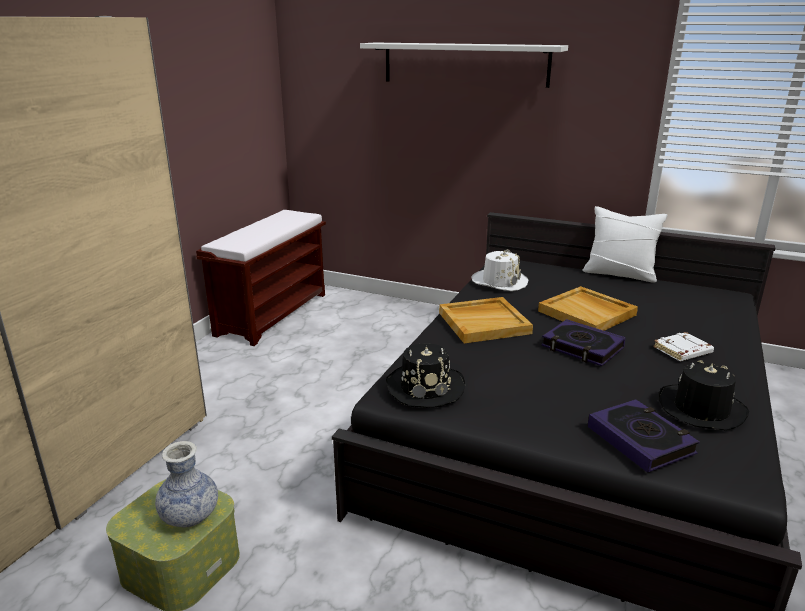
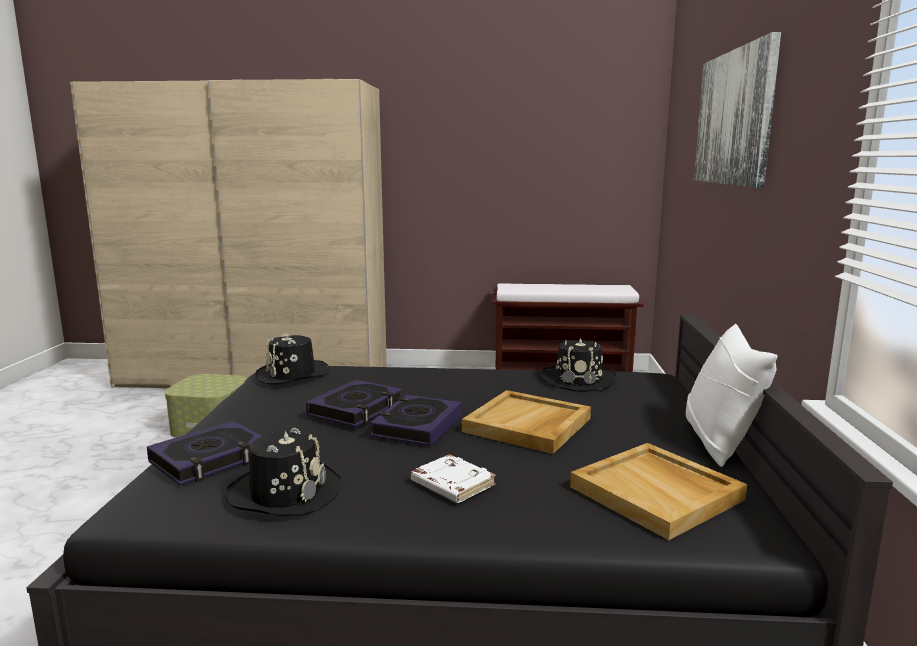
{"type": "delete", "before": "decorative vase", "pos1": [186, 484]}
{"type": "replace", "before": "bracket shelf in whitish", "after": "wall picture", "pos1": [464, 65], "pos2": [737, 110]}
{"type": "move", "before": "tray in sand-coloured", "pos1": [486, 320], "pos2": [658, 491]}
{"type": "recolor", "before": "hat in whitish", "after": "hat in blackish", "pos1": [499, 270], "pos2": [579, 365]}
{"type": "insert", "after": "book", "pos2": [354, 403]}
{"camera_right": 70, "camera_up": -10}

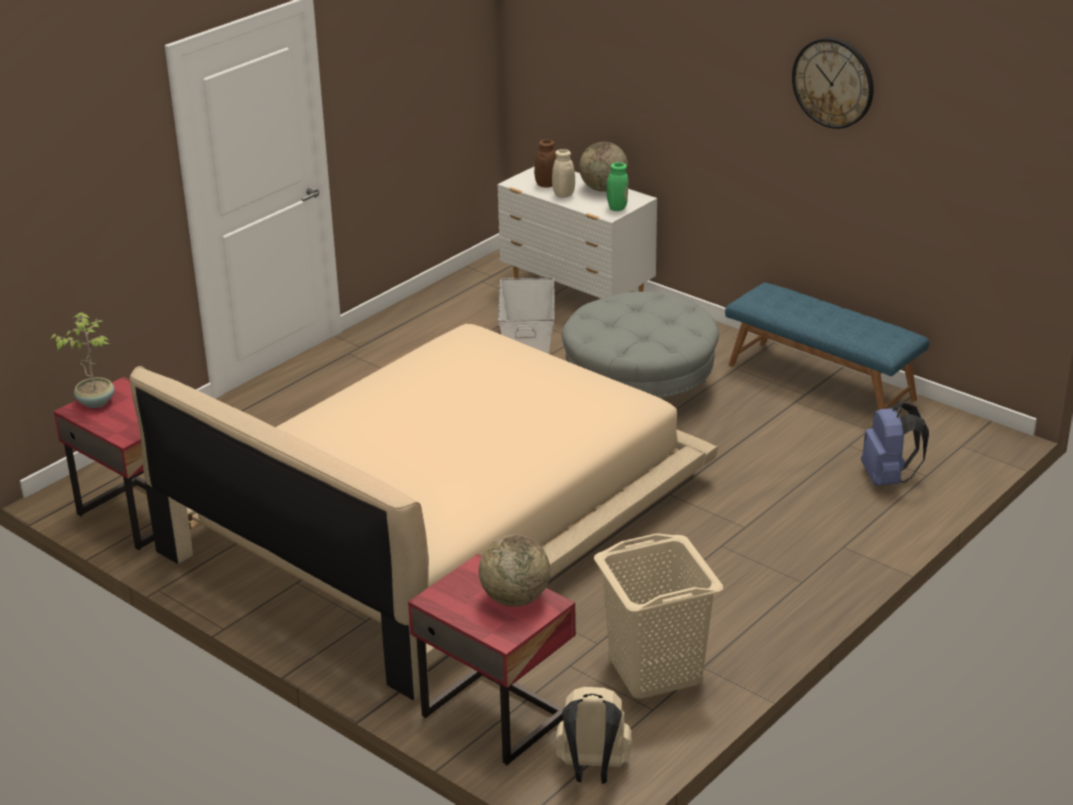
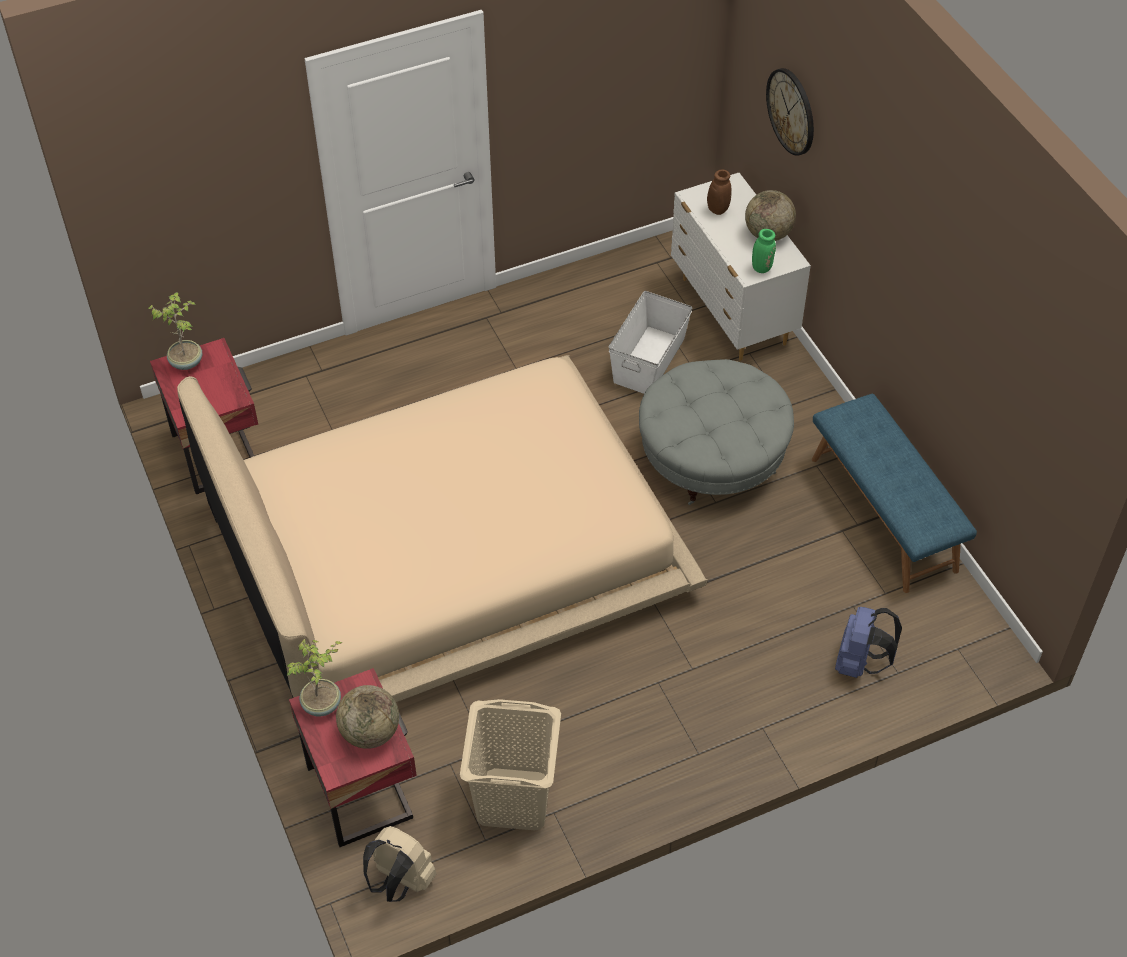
{"type": "delete", "before": "decorative vase in sand-coloured", "pos1": [563, 173]}
{"type": "move", "before": "hanging clock", "pos1": [833, 83], "pos2": [790, 112]}
{"type": "insert", "after": "houseplant", "pos2": [314, 678]}
{"camera_right": 25, "camera_up": 20}

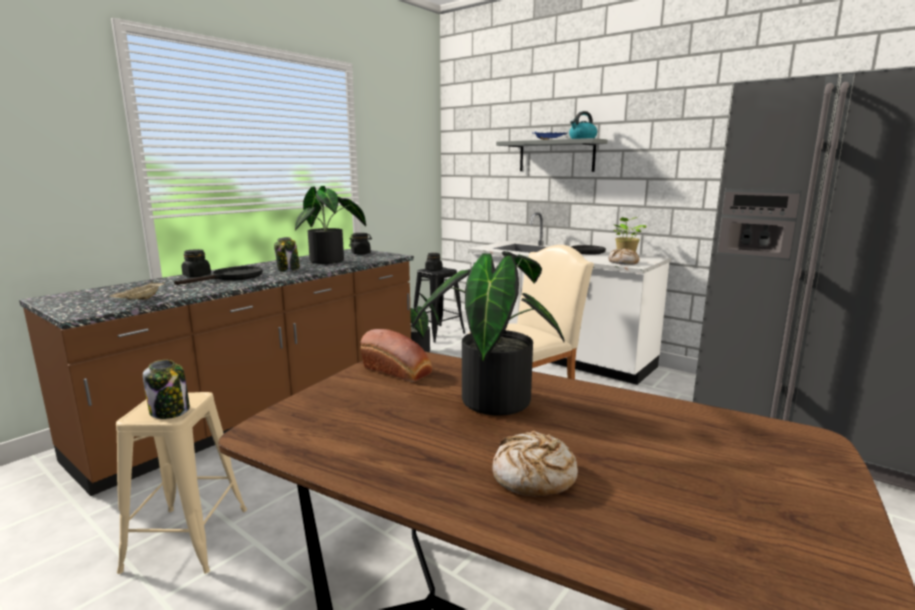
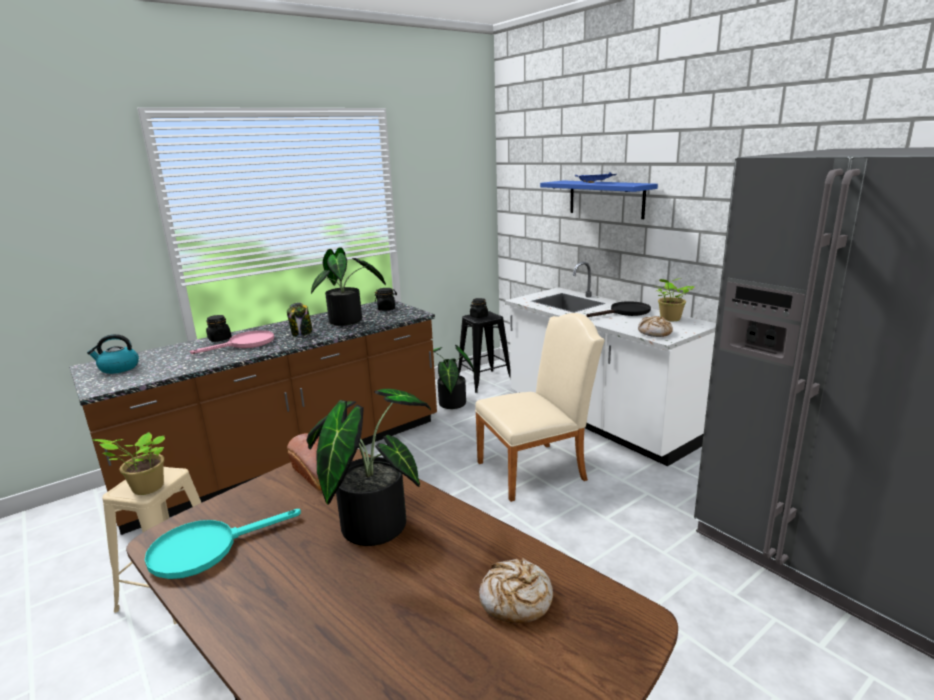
{"type": "delete", "before": "tray in sand-coloured", "pos1": [137, 290]}
{"type": "replace", "before": "preserve jar", "after": "houseplant", "pos1": [166, 389], "pos2": [128, 463]}
{"type": "recolor", "before": "frying pan in blackish", "after": "frying pan in pinkish", "pos1": [218, 275], "pos2": [232, 342]}
{"type": "move", "before": "bread", "pos1": [535, 464], "pos2": [516, 590]}
{"type": "recolor", "before": "bracket shelf in grey", "after": "bracket shelf in blue-coloured", "pos1": [551, 155], "pos2": [599, 200]}
{"type": "move", "before": "tea kettle", "pos1": [583, 125], "pos2": [113, 354]}
{"type": "insert", "after": "frying pan in blue-green", "pos2": [223, 544]}
{"camera_right": 15, "camera_up": 5}

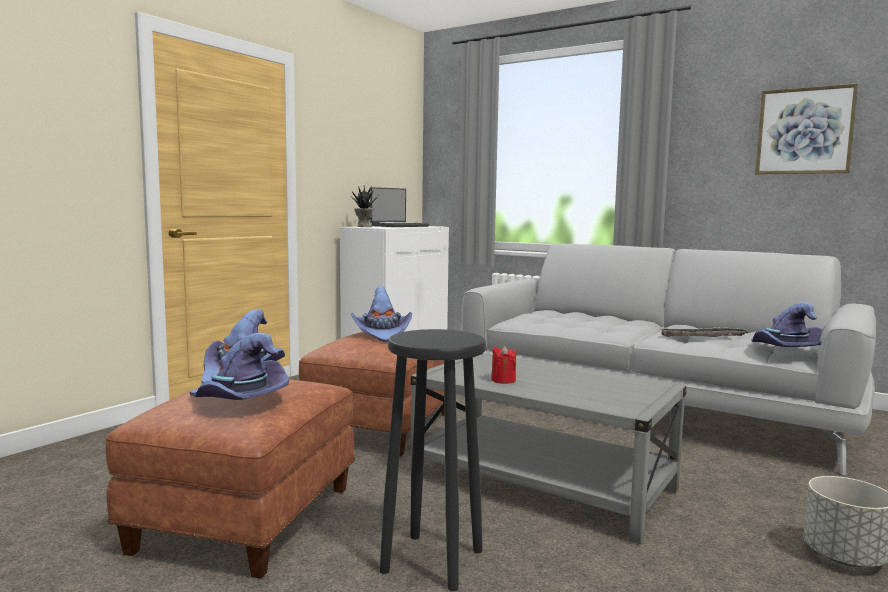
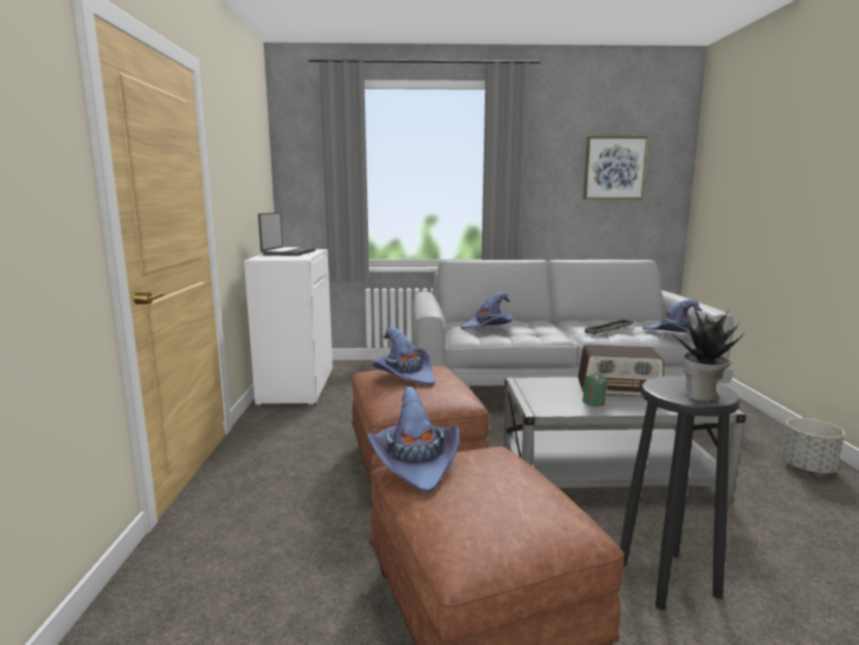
{"type": "move", "before": "hat in purplish", "pos1": [239, 366], "pos2": [487, 310]}
{"type": "move", "before": "houseplant", "pos1": [364, 206], "pos2": [707, 354]}
{"type": "recolor", "before": "wax light in reddish", "after": "wax light in green-coloured", "pos1": [503, 364], "pos2": [595, 389]}
{"type": "insert", "after": "radio receiver", "pos2": [621, 371]}
{"camera_right": -35, "camera_up": 5}

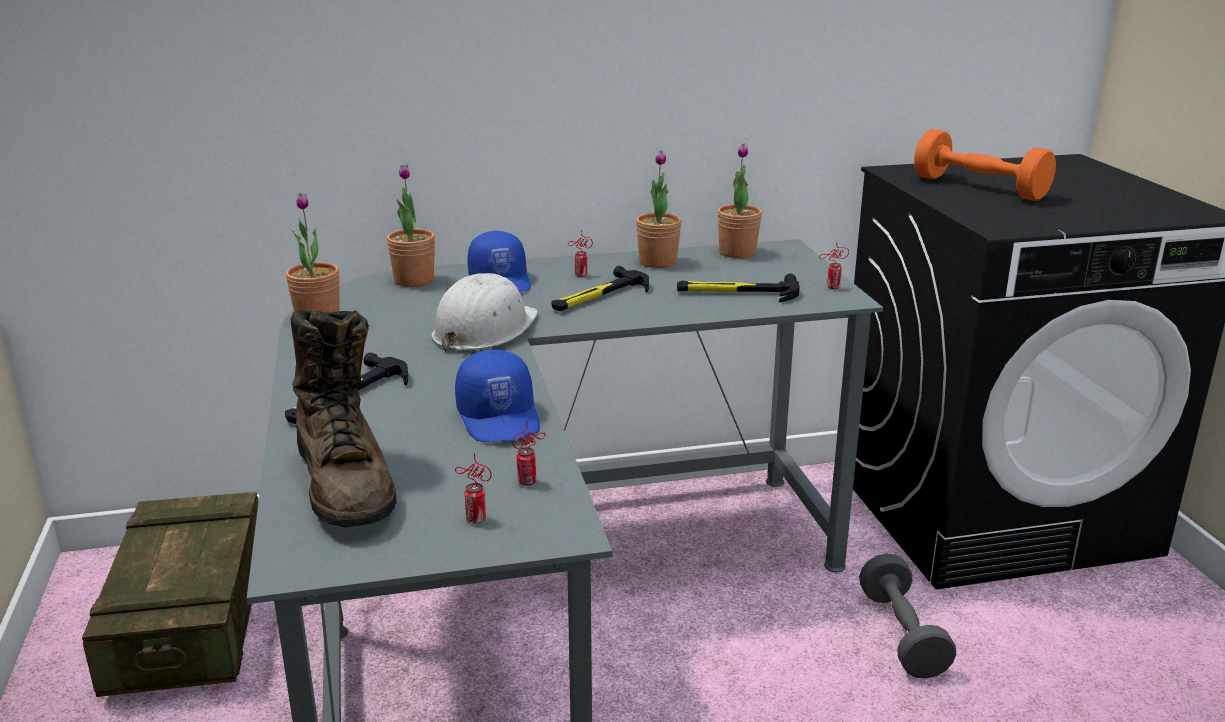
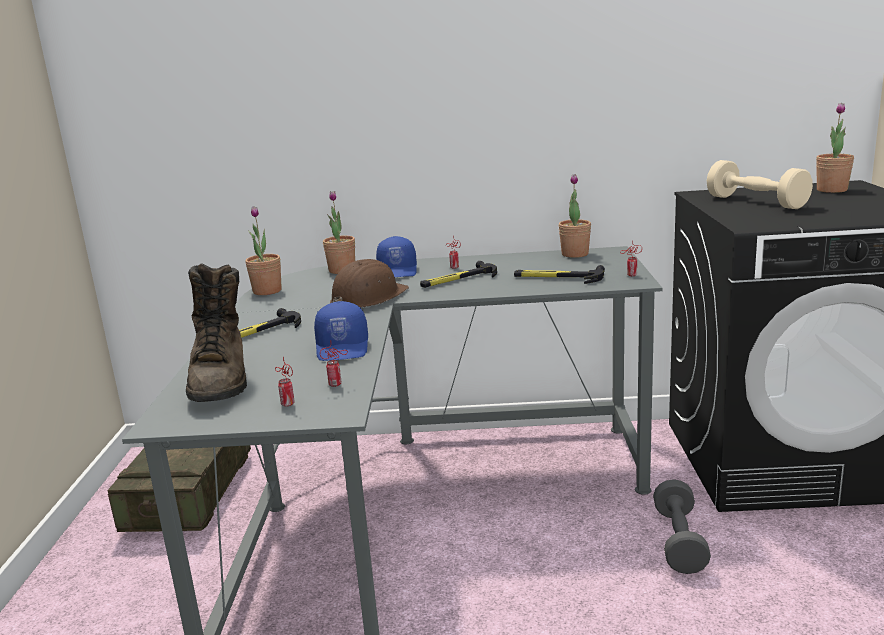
{"type": "recolor", "before": "safety helmet in whitish", "after": "safety helmet in brownish", "pos1": [484, 312], "pos2": [369, 283]}
{"type": "move", "before": "houseplant", "pos1": [659, 209], "pos2": [835, 148]}
{"type": "recolor", "before": "hand weight in orangey", "after": "hand weight in sand-coloured", "pos1": [985, 165], "pos2": [760, 184]}
{"camera_right": 15, "camera_up": -5}

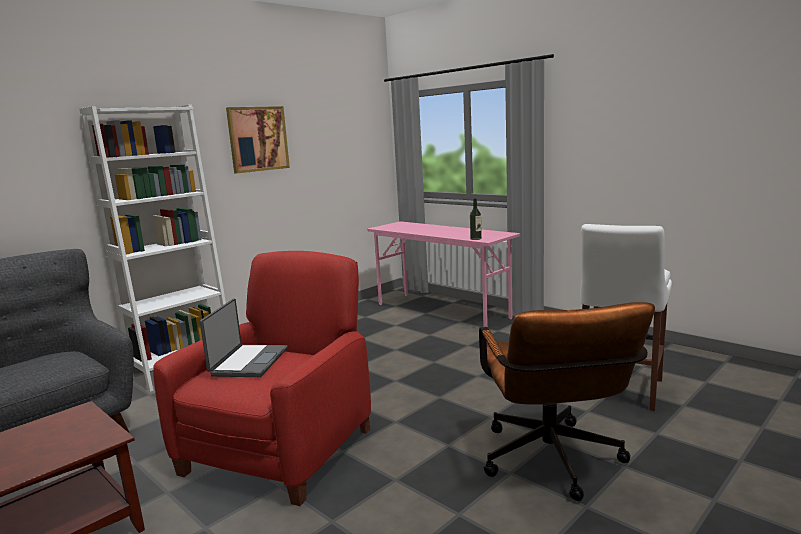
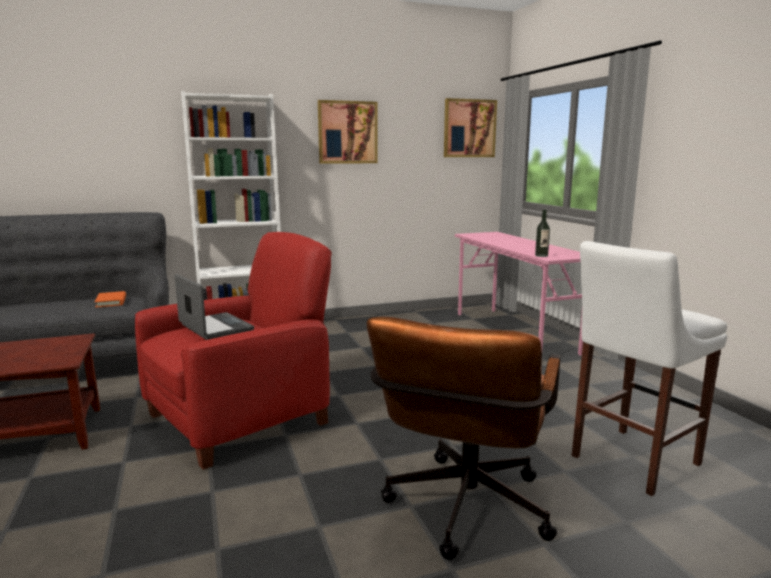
{"type": "rotate", "before": "portable computer", "pos1": [243, 338], "pos2": [214, 307], "turn": -75}
{"type": "insert", "after": "book in orangey", "pos2": [110, 299]}
{"type": "insert", "after": "wall picture", "pos2": [470, 127]}
{"camera_right": 25, "camera_up": 0}

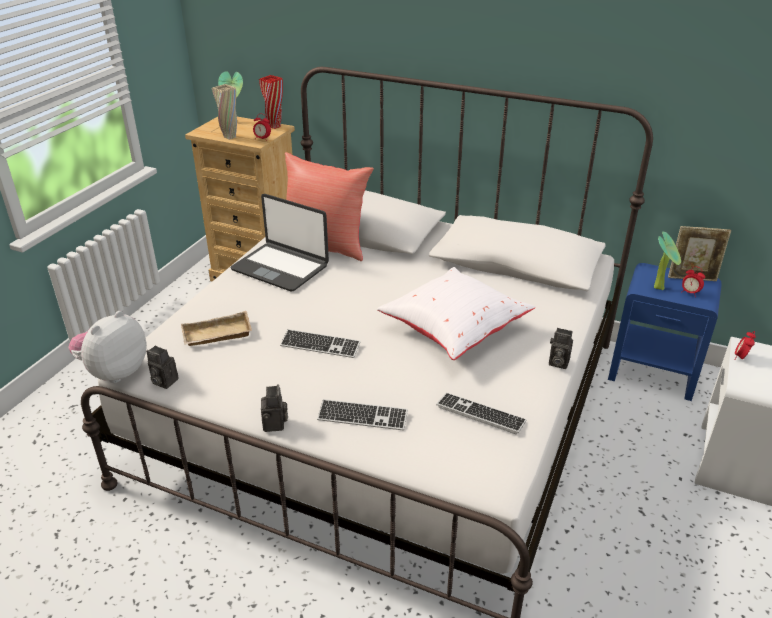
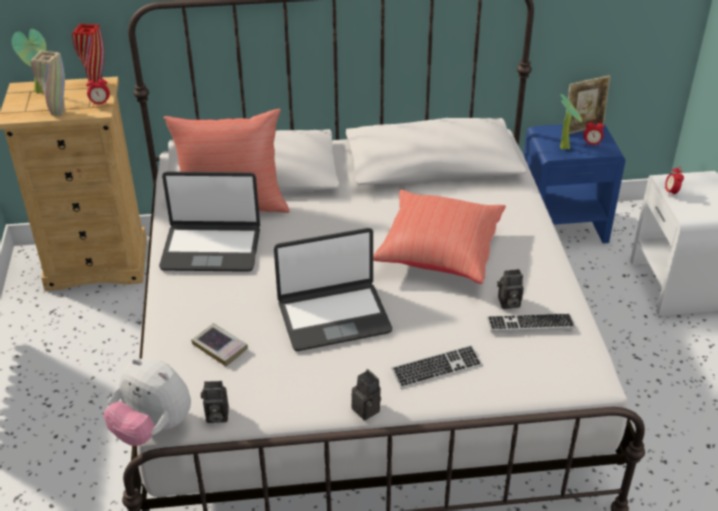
{"type": "rotate", "before": "soft toy", "pos1": [107, 347], "pos2": [147, 402], "turn": -60}
{"type": "replace", "before": "tray in sand-coloured", "after": "book", "pos1": [216, 328], "pos2": [219, 344]}
{"type": "replace", "before": "computer keyboard", "after": "portable computer", "pos1": [320, 343], "pos2": [333, 289]}
{"type": "recolor", "before": "throw pillow in whitish", "after": "throw pillow in reddish", "pos1": [456, 313], "pos2": [439, 236]}
{"type": "move", "before": "photo camera", "pos1": [561, 348], "pos2": [510, 289]}
{"camera_right": -30, "camera_up": 5}

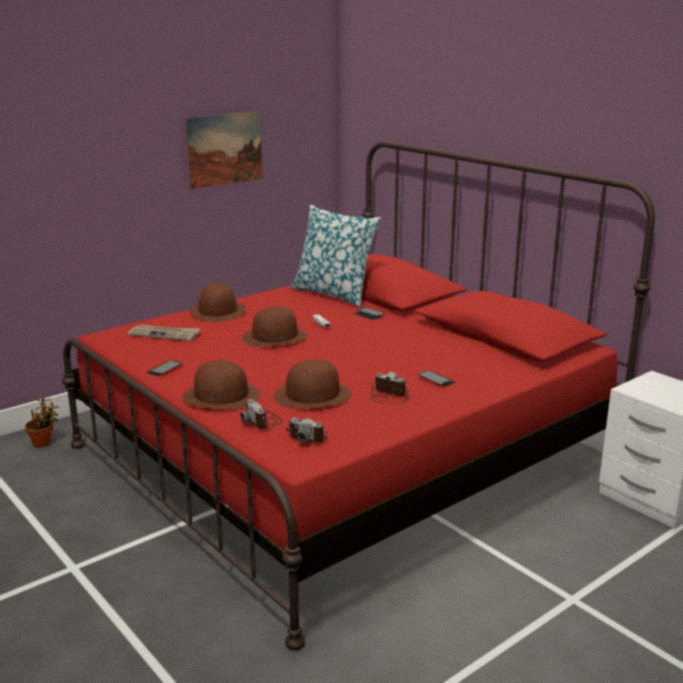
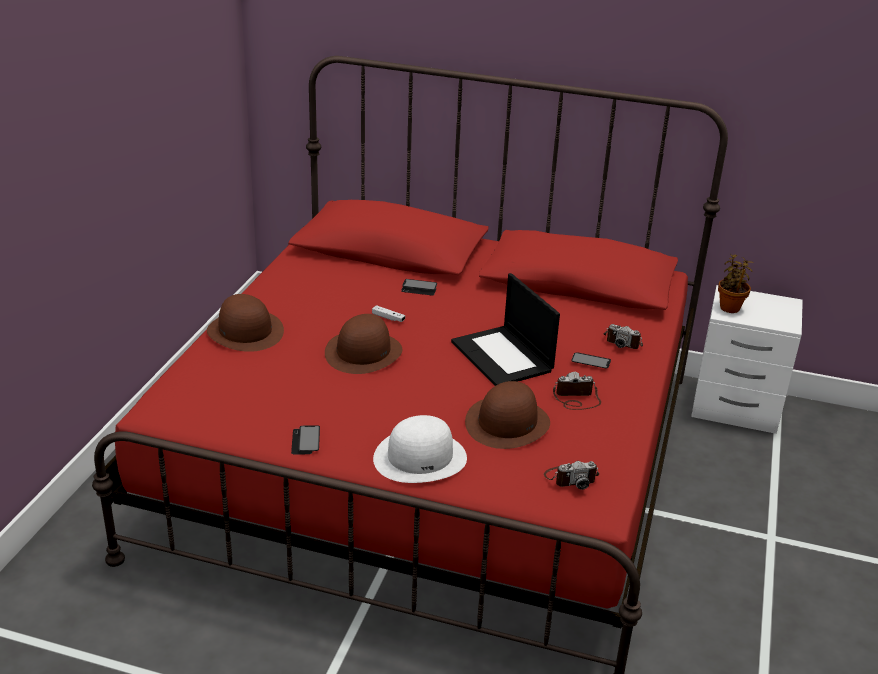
{"type": "move", "before": "houseplant", "pos1": [42, 422], "pos2": [736, 283]}
{"type": "delete", "before": "printed paper", "pos1": [164, 333]}
{"type": "recolor", "before": "hat in brownish", "after": "hat in whitish", "pos1": [221, 384], "pos2": [420, 449]}
{"type": "delete", "before": "wall picture", "pos1": [223, 150]}
{"type": "move", "before": "photo camera", "pos1": [261, 414], "pos2": [623, 336]}
{"type": "delete", "before": "throw pillow", "pos1": [336, 256]}
{"type": "insert", "after": "portable computer", "pos2": [505, 329]}
{"camera_right": -35, "camera_up": 10}

